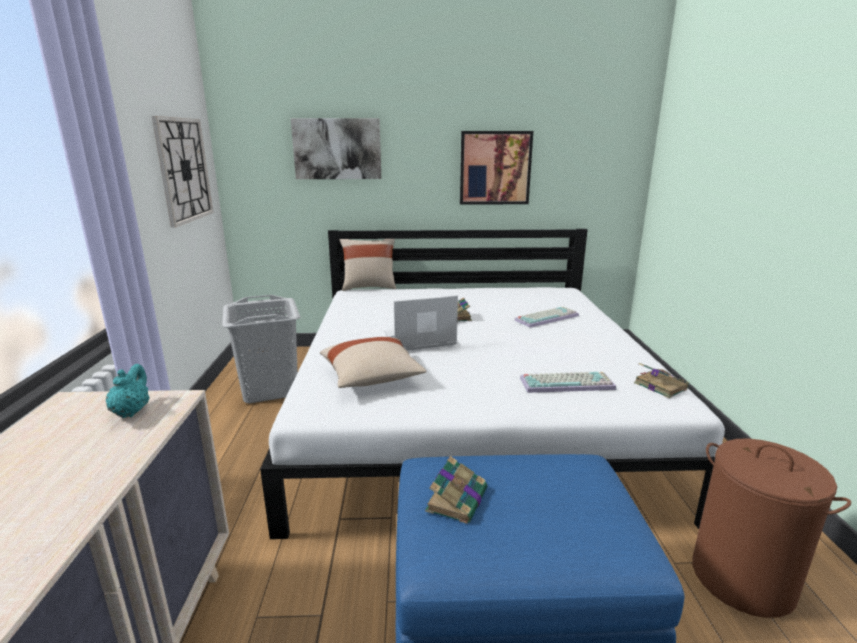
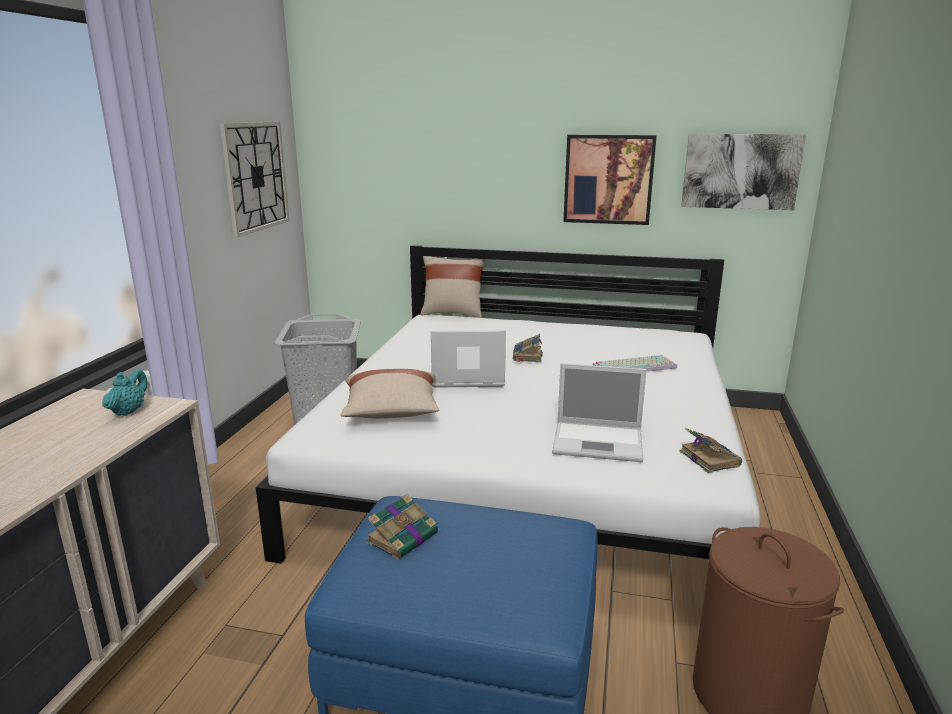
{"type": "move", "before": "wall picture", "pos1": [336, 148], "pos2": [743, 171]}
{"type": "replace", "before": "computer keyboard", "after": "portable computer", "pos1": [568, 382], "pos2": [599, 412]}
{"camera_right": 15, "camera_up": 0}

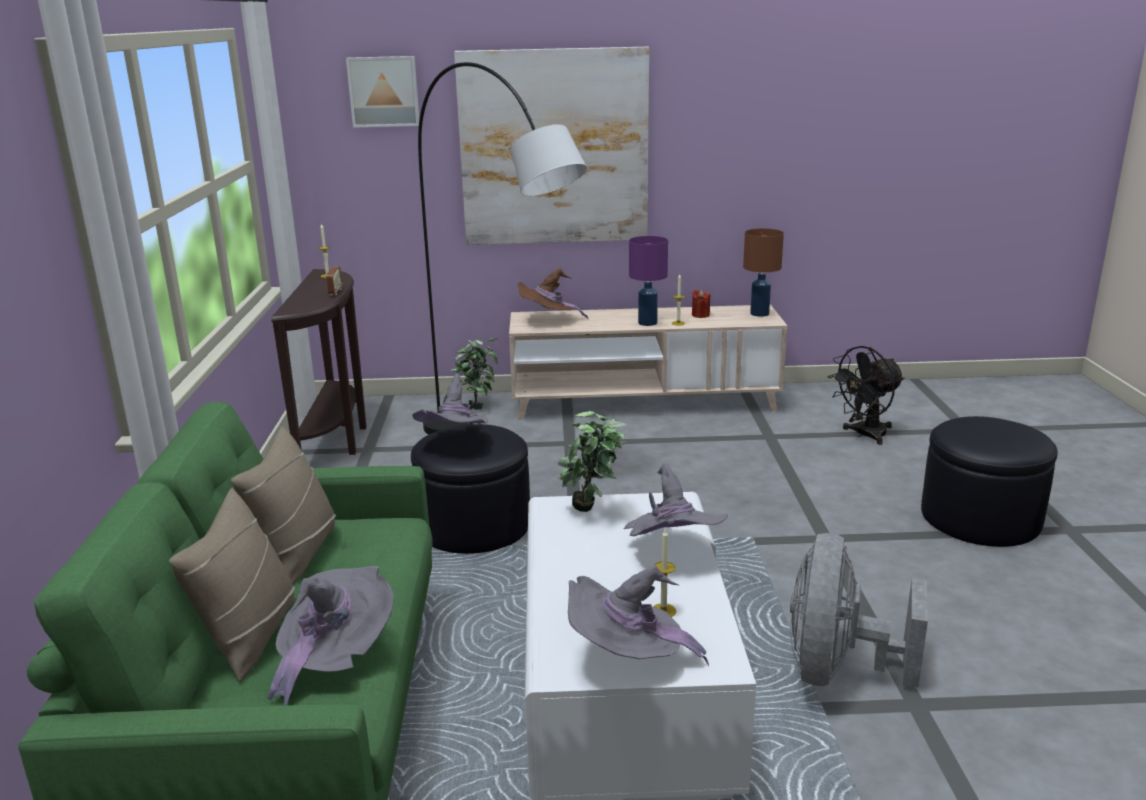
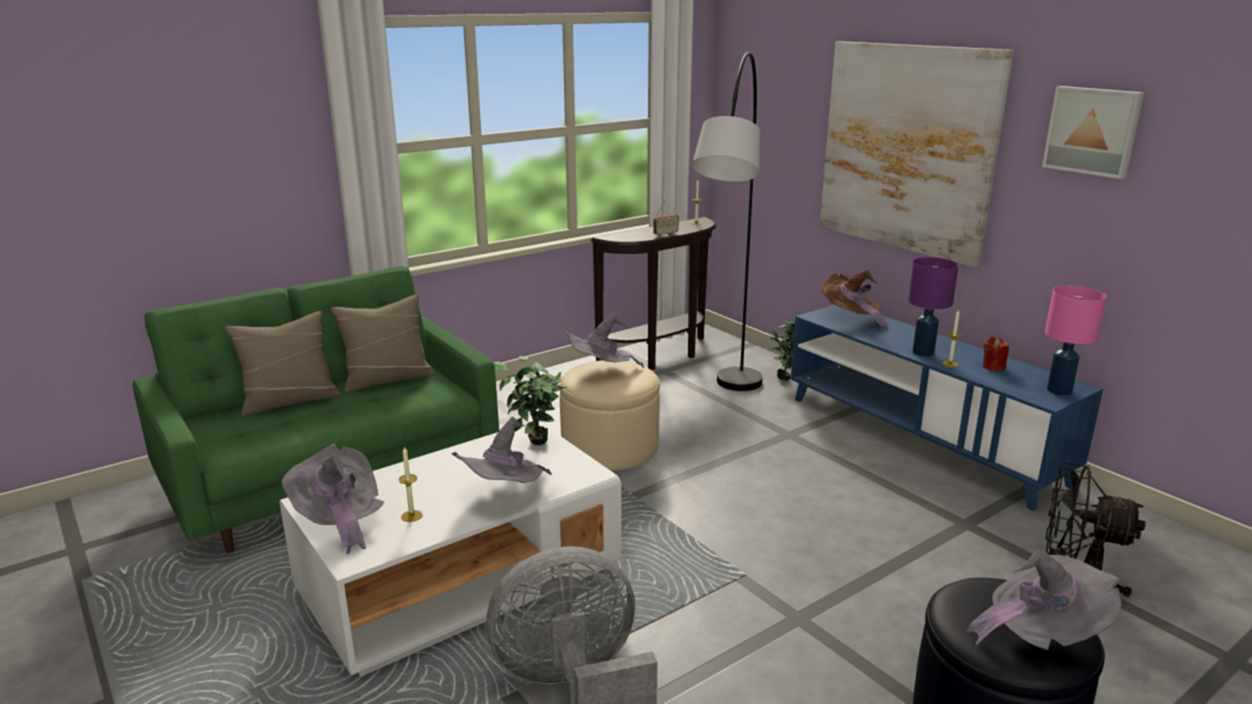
{"type": "move", "before": "hat in grey", "pos1": [330, 636], "pos2": [1044, 600]}
{"type": "move", "before": "wall picture", "pos1": [383, 92], "pos2": [1093, 132]}
{"type": "recolor", "before": "ottoman in blackish", "after": "ottoman in sand-coloured", "pos1": [470, 489], "pos2": [609, 415]}
{"type": "recolor", "before": "tv stand in sand-coloured", "after": "tv stand in blue-coloured", "pos1": [648, 362], "pos2": [947, 408]}
{"type": "recolor", "before": "table lamp in brownish", "after": "table lamp in pinkish", "pos1": [763, 272], "pos2": [1075, 340]}
{"camera_right": 55, "camera_up": 0}

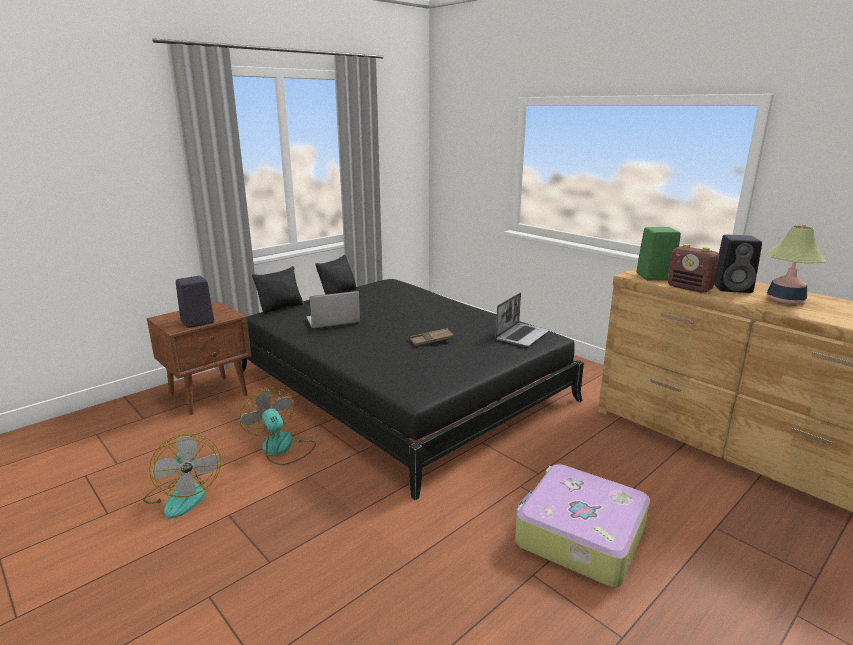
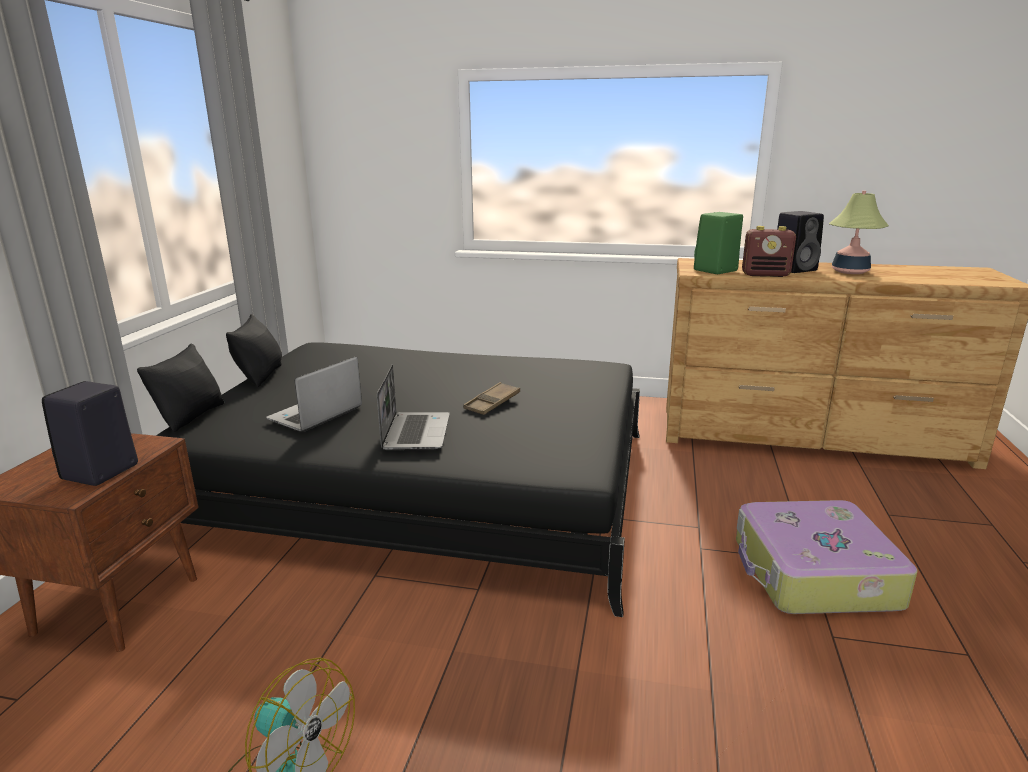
{"type": "delete", "before": "electric fan", "pos1": [277, 426]}
{"type": "move", "before": "portable computer", "pos1": [522, 320], "pos2": [413, 407]}
{"camera_right": -35, "camera_up": 0}

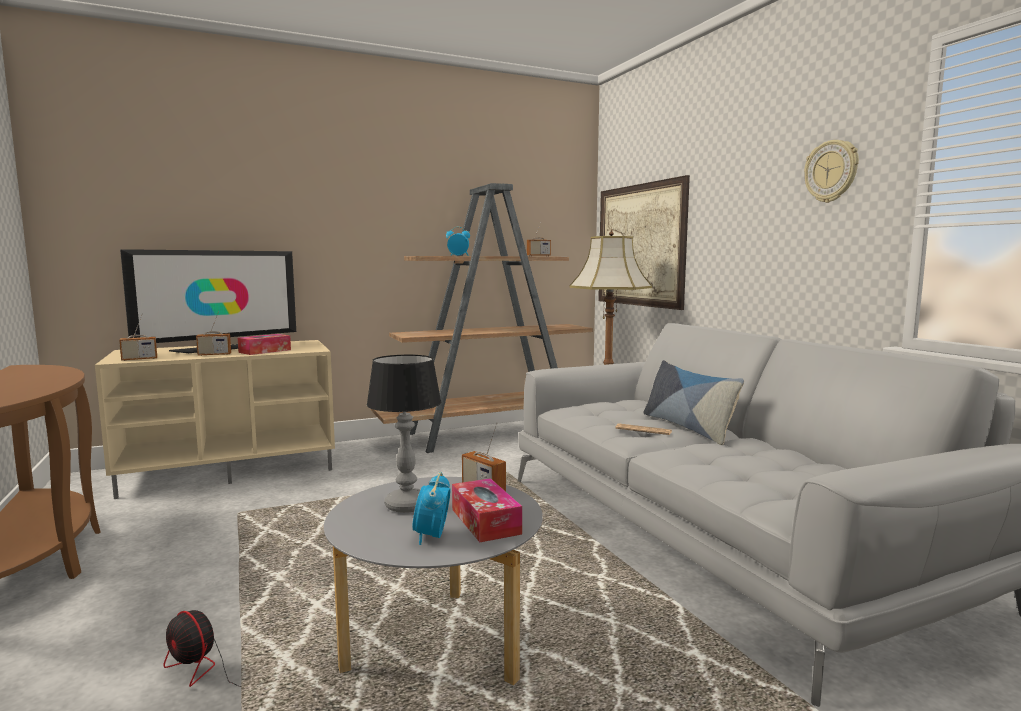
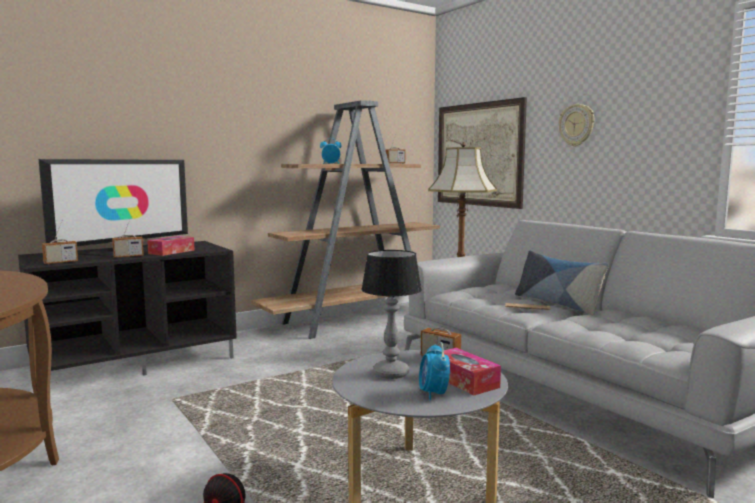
{"type": "recolor", "before": "tv stand in sand-coloured", "after": "tv stand in blackish", "pos1": [215, 419], "pos2": [127, 308]}
{"type": "move", "before": "hanging clock", "pos1": [831, 171], "pos2": [576, 125]}
{"camera_right": -10, "camera_up": 0}

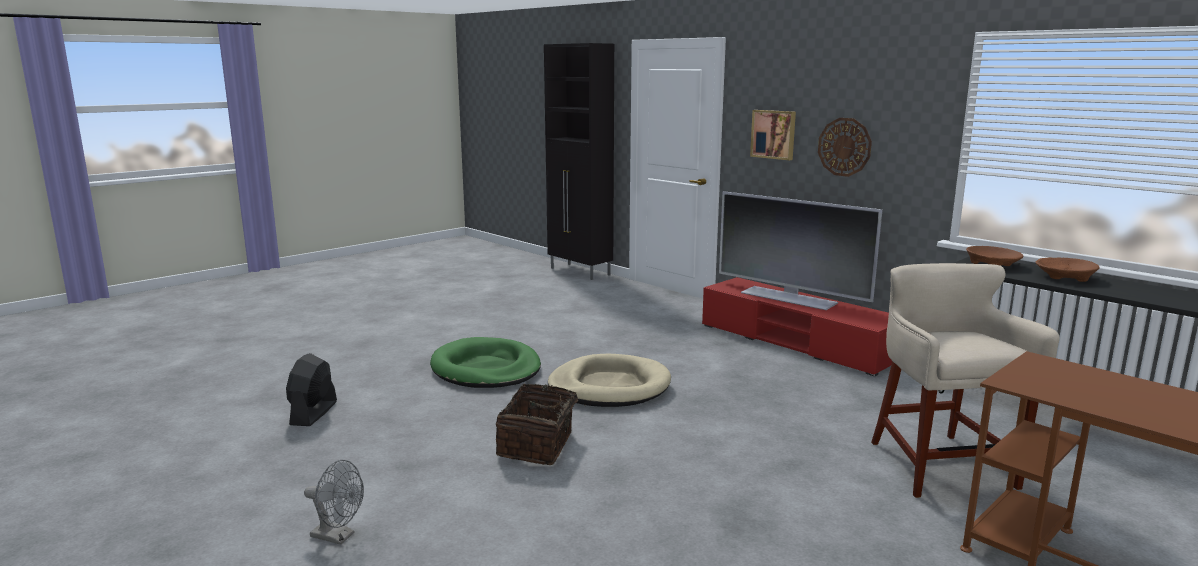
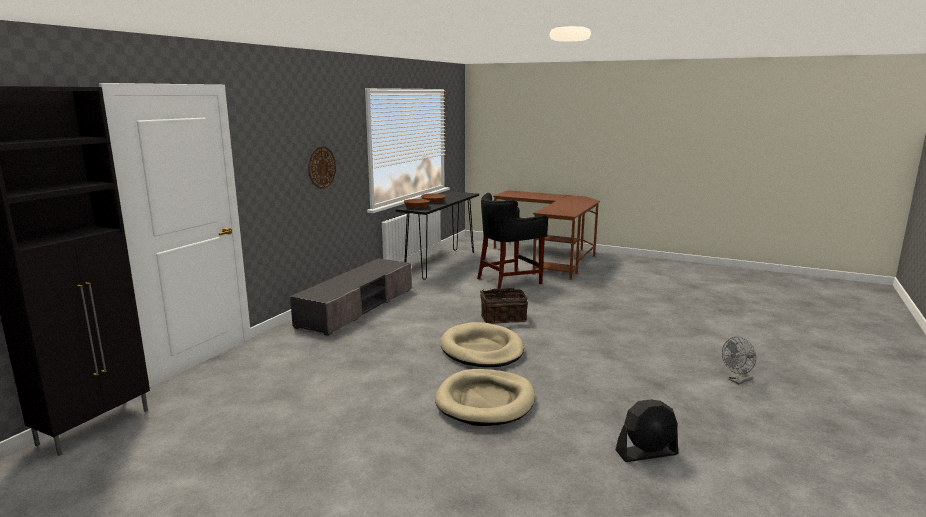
{"type": "rotate", "before": "electric fan in grey", "pos1": [334, 502], "pos2": [739, 360], "turn": -120}
{"type": "recolor", "before": "dog cushion in green-coloured", "after": "dog cushion in sand-coloured", "pos1": [485, 362], "pos2": [485, 397]}
{"type": "move", "before": "basket", "pos1": [543, 424], "pos2": [504, 306]}
{"type": "recolor", "before": "tv stand in reddish", "after": "tv stand in grey", "pos1": [797, 326], "pos2": [351, 297]}
{"type": "delete", "before": "TV", "pos1": [801, 250]}
{"type": "delete", "before": "wall picture", "pos1": [773, 135]}
{"type": "recolor", "before": "sitting stool in sand-coloured", "after": "sitting stool in blackish", "pos1": [965, 380], "pos2": [512, 241]}
{"camera_right": -110, "camera_up": 0}

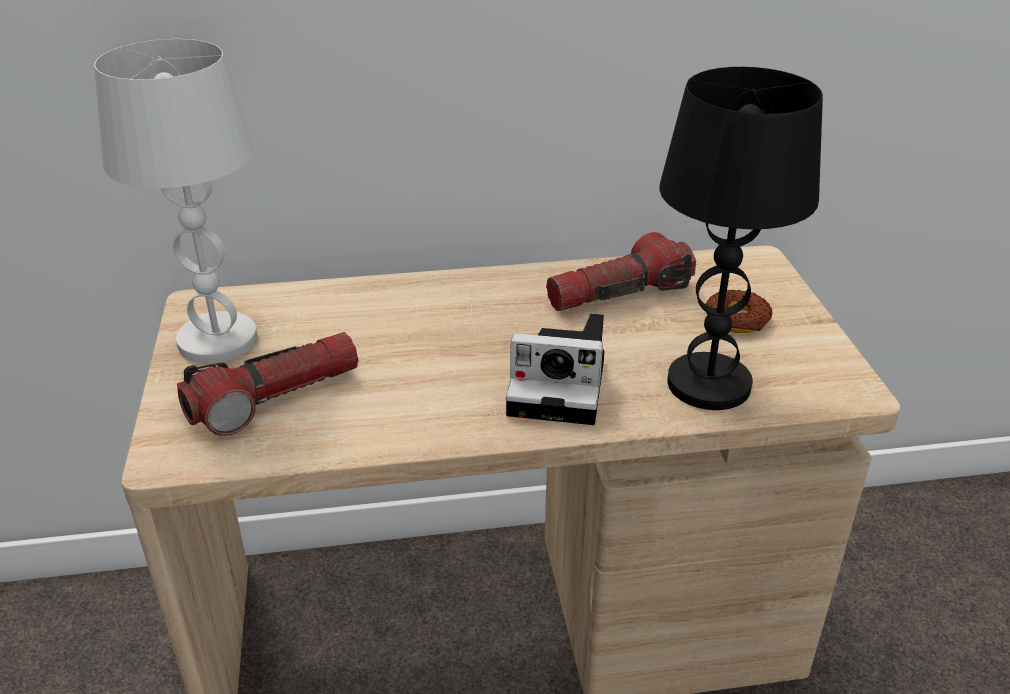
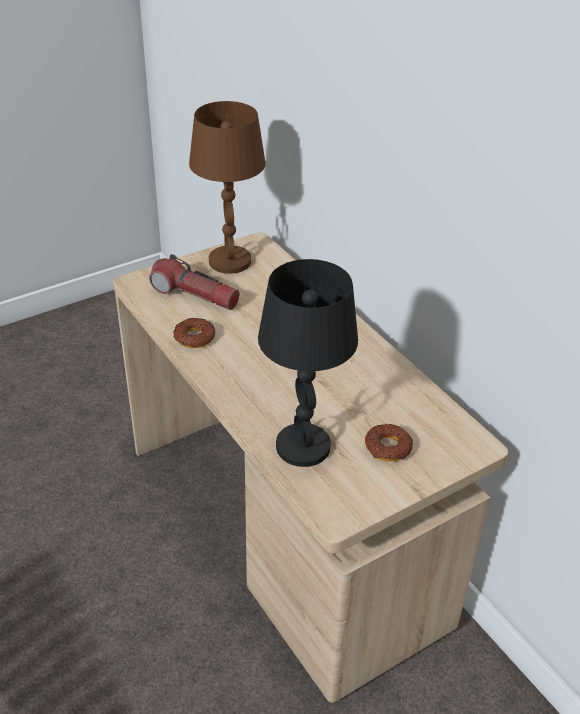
{"type": "recolor", "before": "table lamp in whitish", "after": "table lamp in brownish", "pos1": [175, 201], "pos2": [227, 187]}
{"type": "delete", "before": "photo camera", "pos1": [555, 369]}
{"type": "delete", "before": "torch", "pos1": [621, 271]}
{"type": "insert", "after": "doughnut", "pos2": [194, 333]}
{"camera_right": 65, "camera_up": 5}

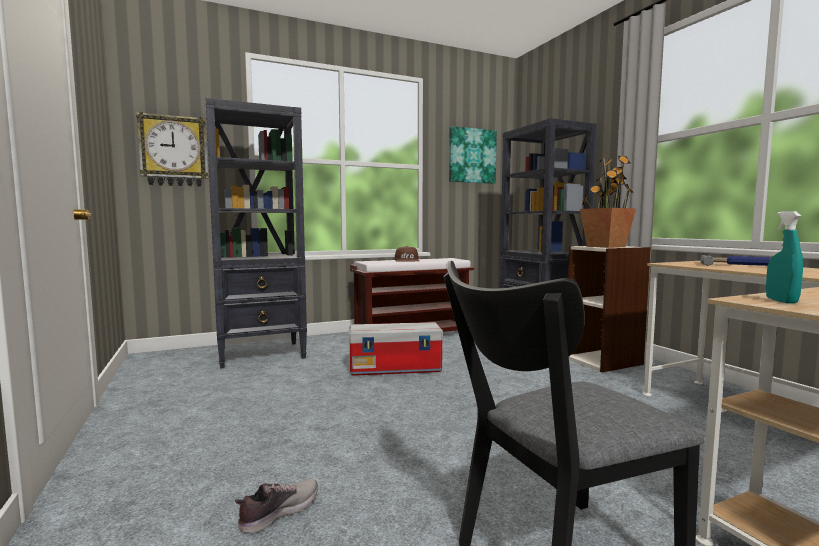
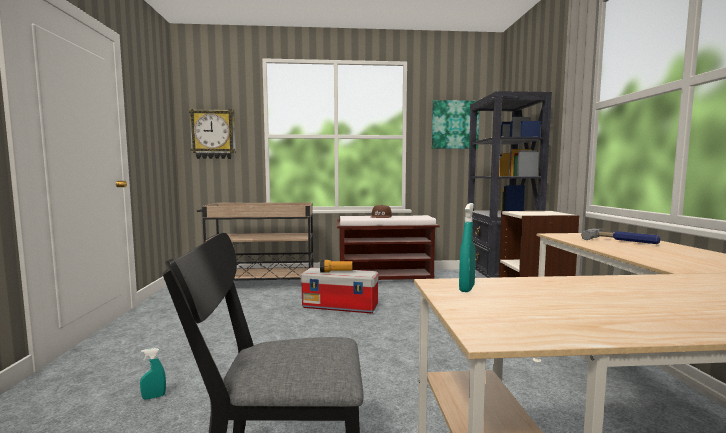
{"type": "replace", "before": "bookshelf in blackish", "after": "cart in sand-coloured", "pos1": [256, 233], "pos2": [255, 241]}
{"type": "replace", "before": "item of footwear", "after": "spray bottle in blue-green", "pos1": [276, 506], "pos2": [153, 374]}
{"type": "delete", "before": "houseplant", "pos1": [608, 201]}
{"type": "insert", "after": "torch", "pos2": [336, 266]}
{"camera_right": 20, "camera_up": 0}

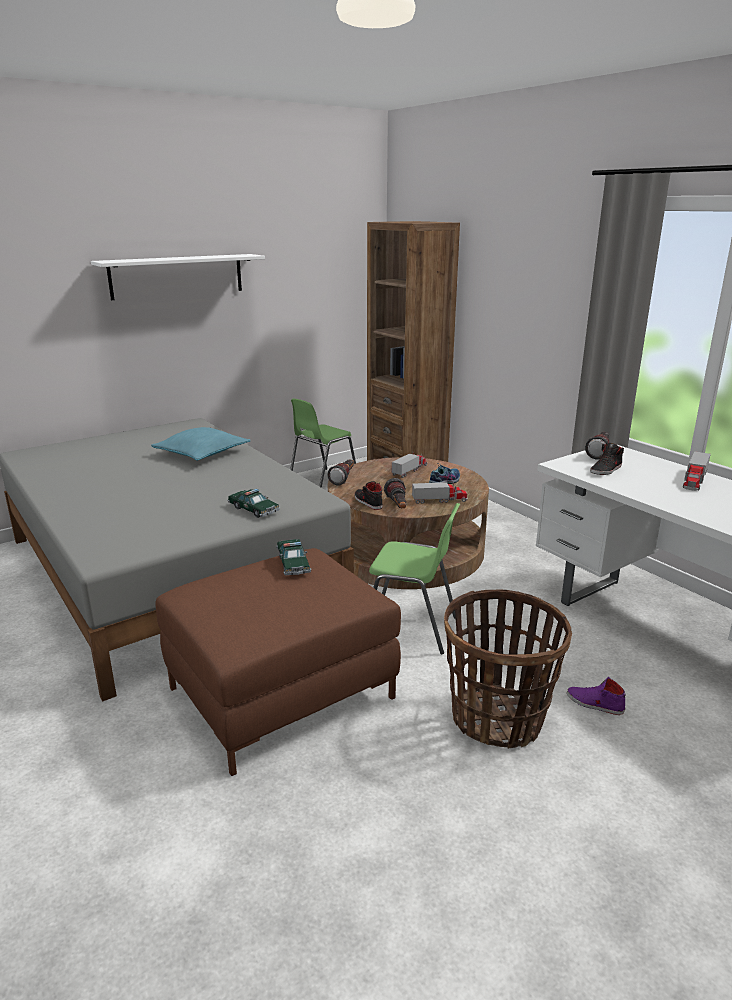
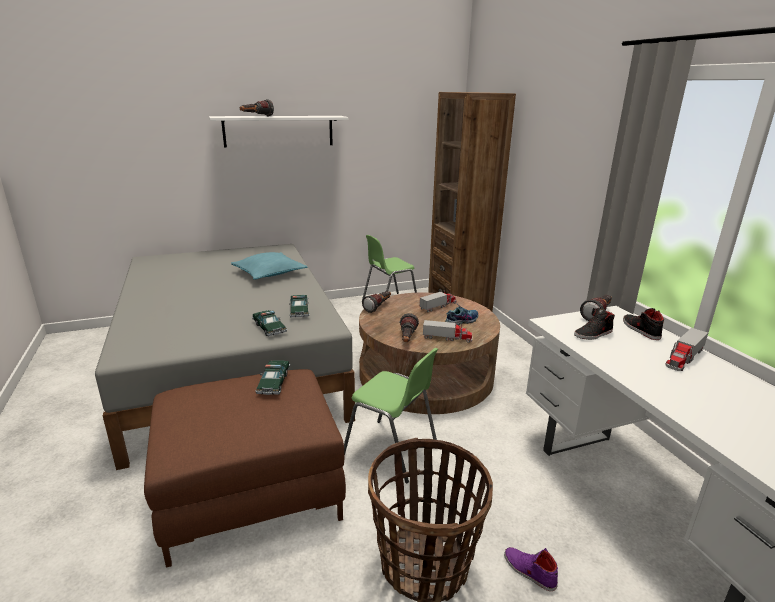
{"type": "move", "before": "item of footwear in blackish", "pos1": [369, 495], "pos2": [643, 324]}
{"type": "insert", "after": "torch", "pos2": [257, 107]}
{"type": "insert", "after": "toy car", "pos2": [299, 306]}
{"camera_right": 15, "camera_up": 0}

